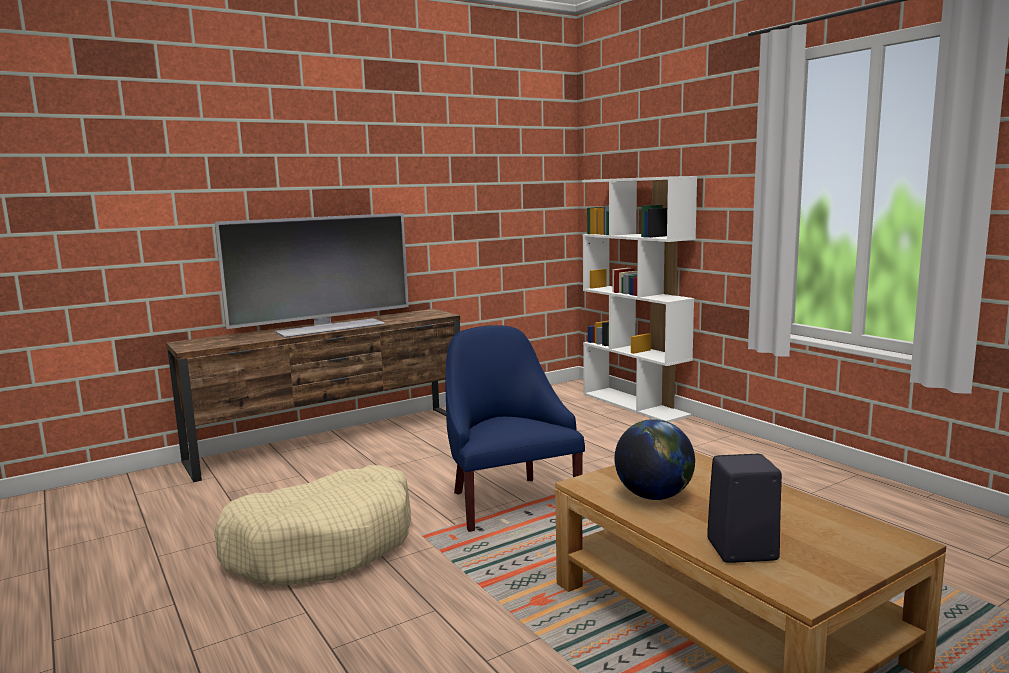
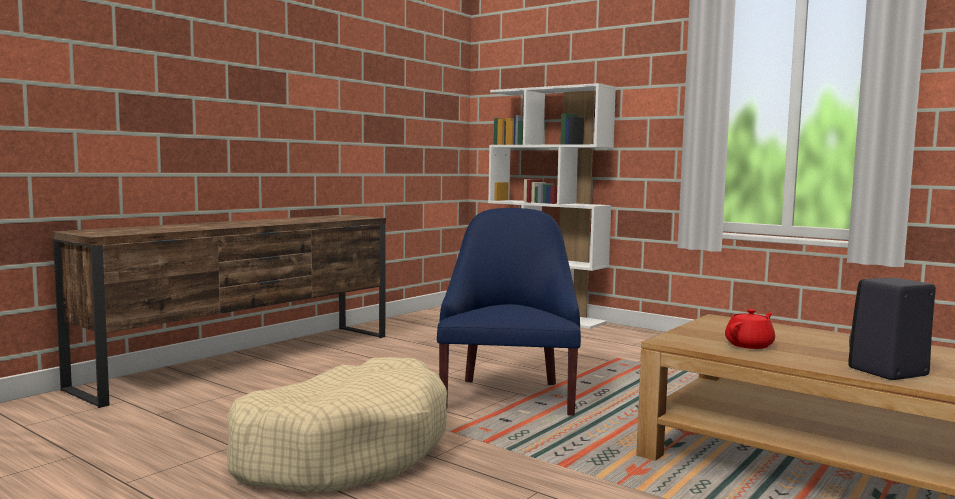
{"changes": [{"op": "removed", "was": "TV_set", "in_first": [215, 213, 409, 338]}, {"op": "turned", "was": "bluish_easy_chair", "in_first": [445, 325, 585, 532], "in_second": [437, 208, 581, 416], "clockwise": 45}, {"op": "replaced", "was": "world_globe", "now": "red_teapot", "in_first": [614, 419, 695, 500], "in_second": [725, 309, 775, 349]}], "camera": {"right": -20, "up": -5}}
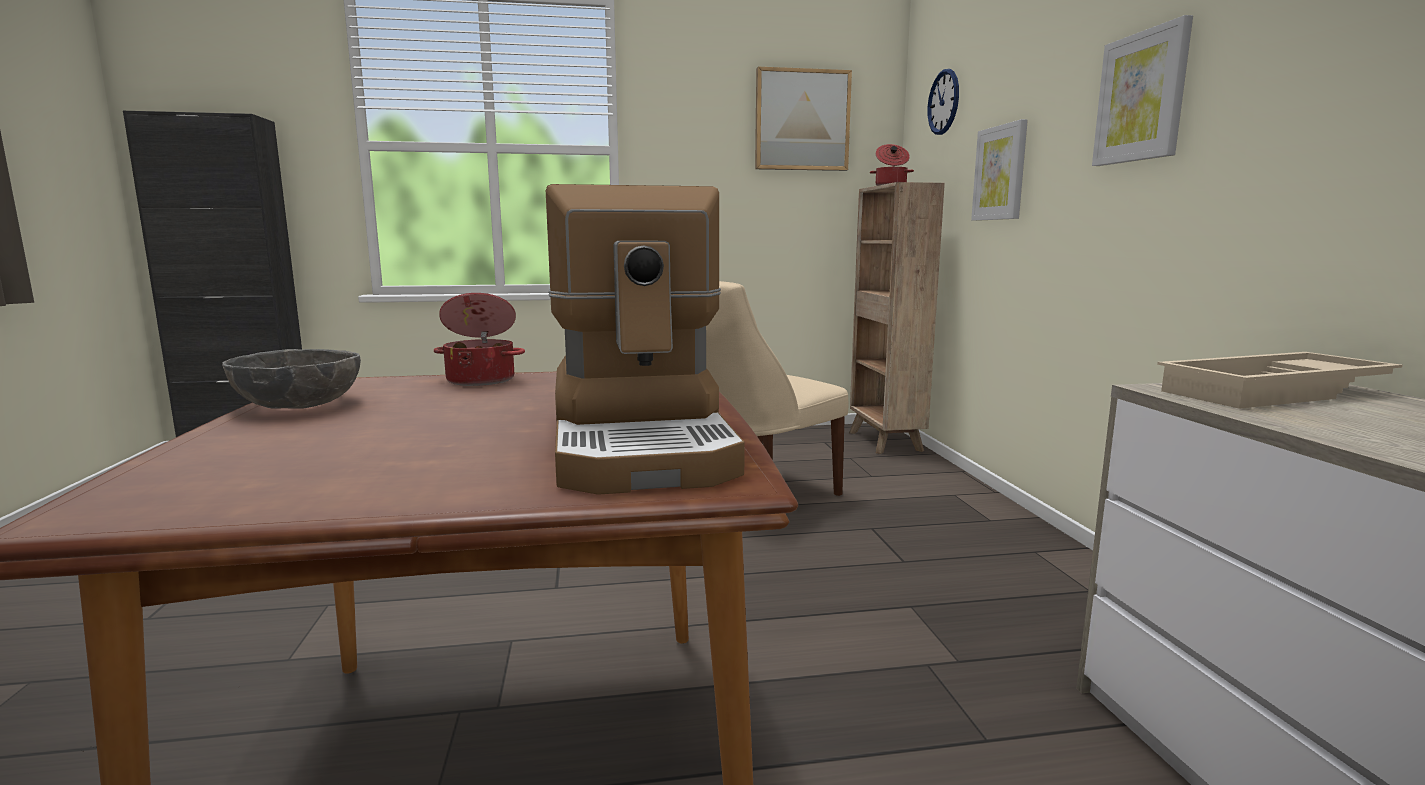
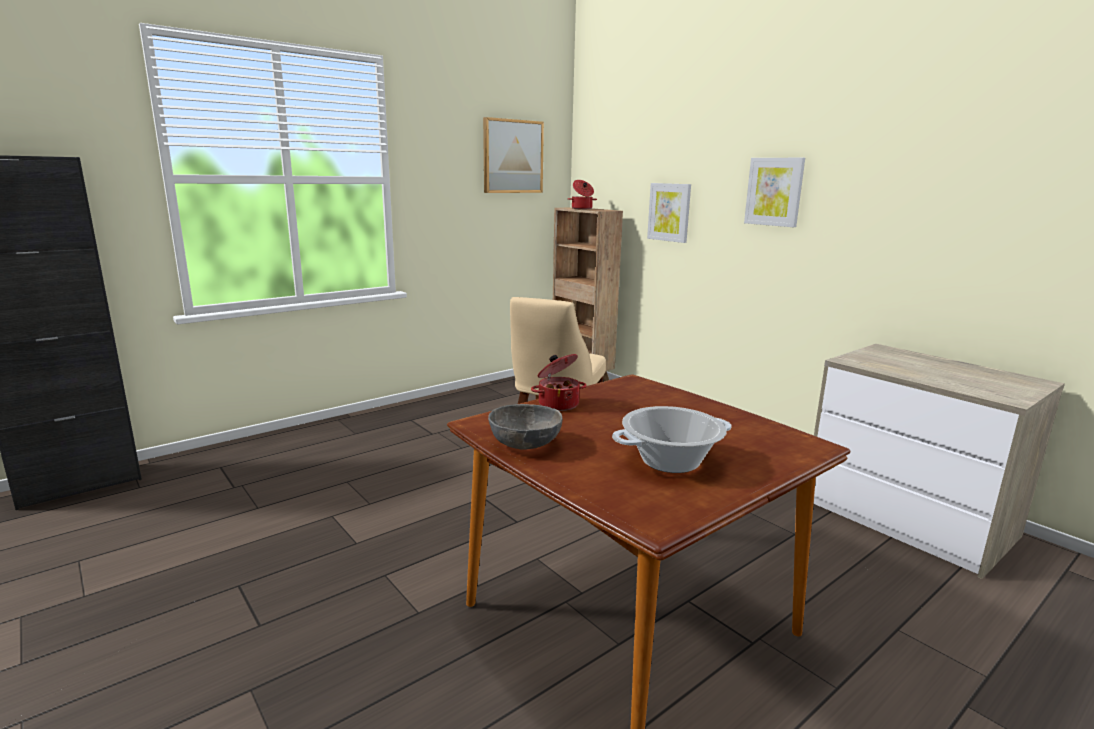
{"changes": [{"op": "removed", "was": "wall_clock", "in_first": [927, 69, 959, 135]}, {"op": "removed", "was": "coffee_machine", "in_first": [546, 184, 745, 495]}, {"op": "removed", "was": "beige-coloured_serving_tray", "in_first": [1157, 352, 1403, 409]}, {"op": "added", "now": "cooking_pot", "in_second": [612, 406, 732, 473]}], "camera": {"right": -30, "up": 5}}
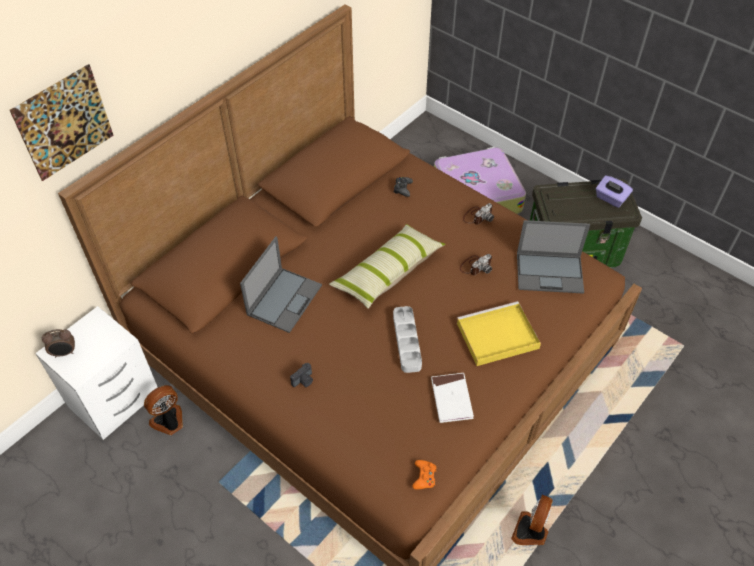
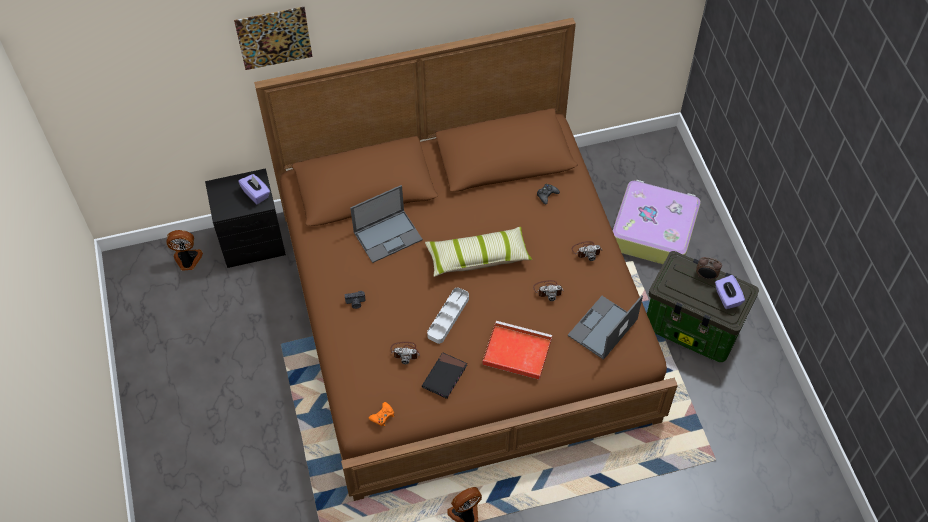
{"changes": [{"op": "turned", "was": "portable_computer", "in_first": [517, 220, 590, 294], "in_second": [568, 295, 643, 360], "clockwise": 90}, {"op": "recoloured", "was": "yellow_serving_tray", "now": "red_serving_tray", "in_first": [457, 301, 541, 366], "in_second": [483, 321, 552, 380]}, {"op": "recoloured", "was": "whitish_night_table", "now": "blackish_night_table", "in_first": [35, 306, 158, 440], "in_second": [205, 168, 286, 268]}, {"op": "moved", "was": "bedside_clock", "in_first": [42, 329, 75, 358], "in_second": [696, 257, 722, 281]}, {"op": "recoloured", "was": "whitish_volume", "now": "blackish_volume", "in_first": [431, 373, 474, 423], "in_second": [422, 352, 467, 399]}, {"op": "moved", "was": "fan", "in_first": [144, 385, 183, 435], "in_second": [166, 230, 203, 271]}, {"op": "added", "now": "purple_tissue_holder", "in_second": [238, 174, 270, 205]}, {"op": "added", "now": "photo_camera", "in_second": [391, 342, 420, 364]}], "camera": {"right": 35, "up": 5}}
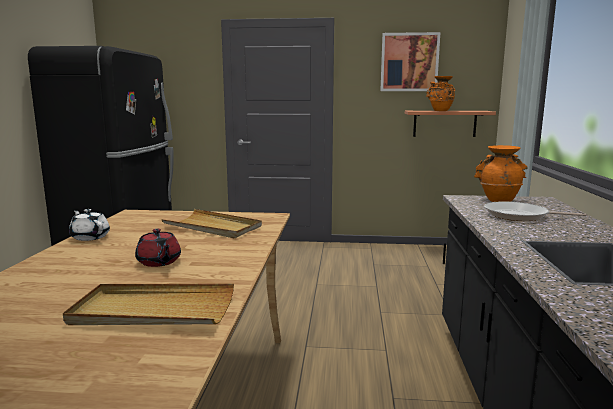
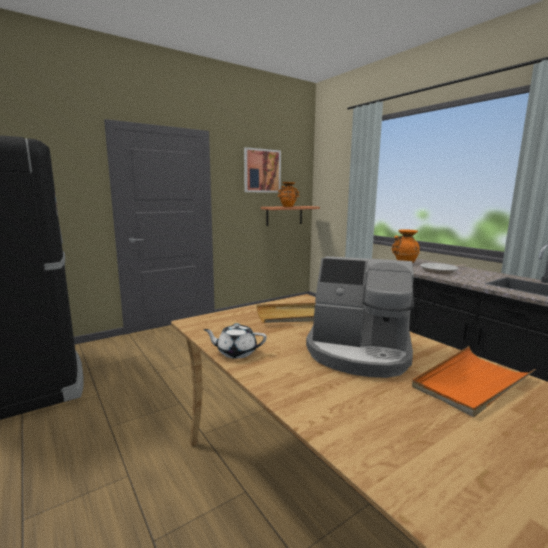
{"changes": [{"op": "replaced", "was": "red_teapot", "now": "coffee_machine", "in_first": [135, 229, 181, 267], "in_second": [306, 256, 414, 378]}, {"op": "recoloured", "was": "beige-coloured_serving_tray", "now": "orange_serving_tray", "in_first": [63, 283, 234, 325], "in_second": [412, 346, 536, 417]}], "camera": {"right": -40, "up": 0}}
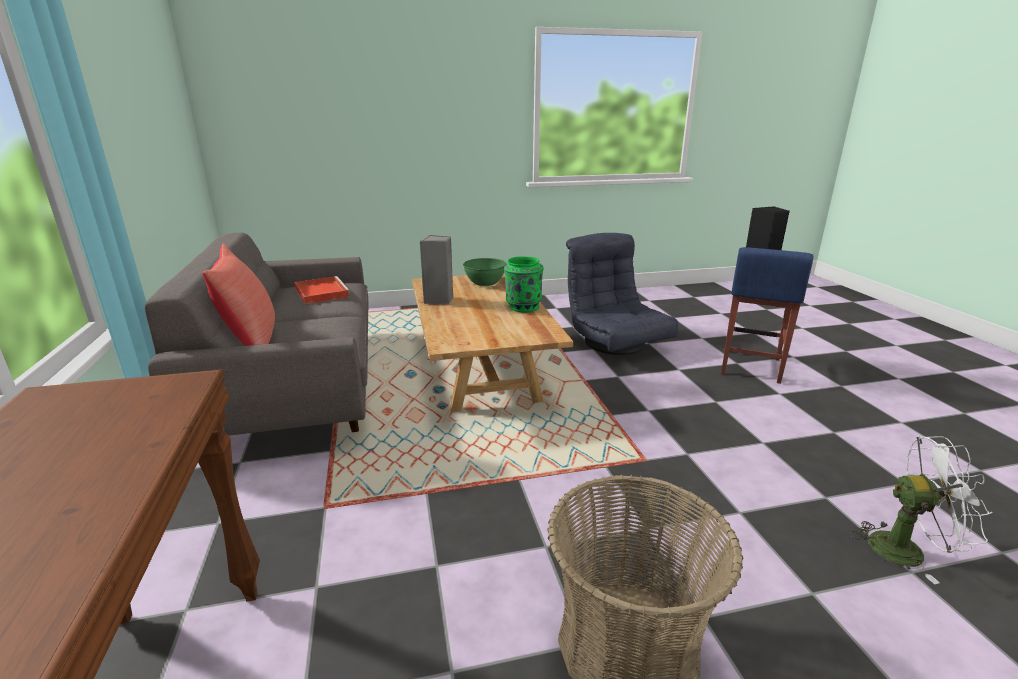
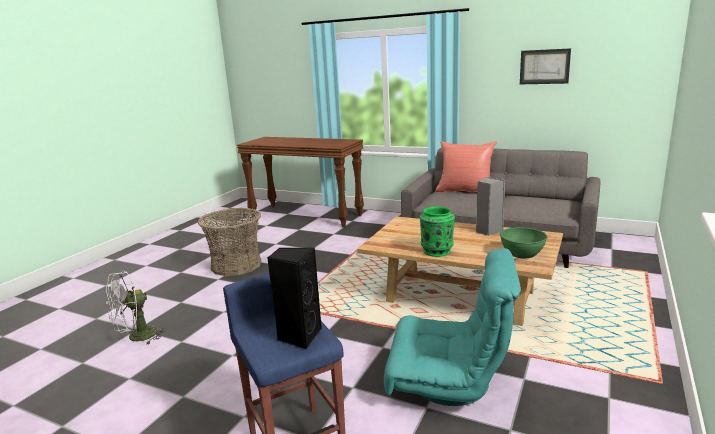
{"changes": [{"op": "recoloured", "was": "gray_easy_chair", "now": "blue-green_easy_chair", "in_first": [566, 233, 678, 355], "in_second": [384, 248, 520, 406]}, {"op": "removed", "was": "red_serving_tray", "in_first": [294, 276, 351, 304]}, {"op": "added", "now": "picture", "in_second": [520, 48, 571, 84]}], "camera": {"right": 130, "up": -5}}
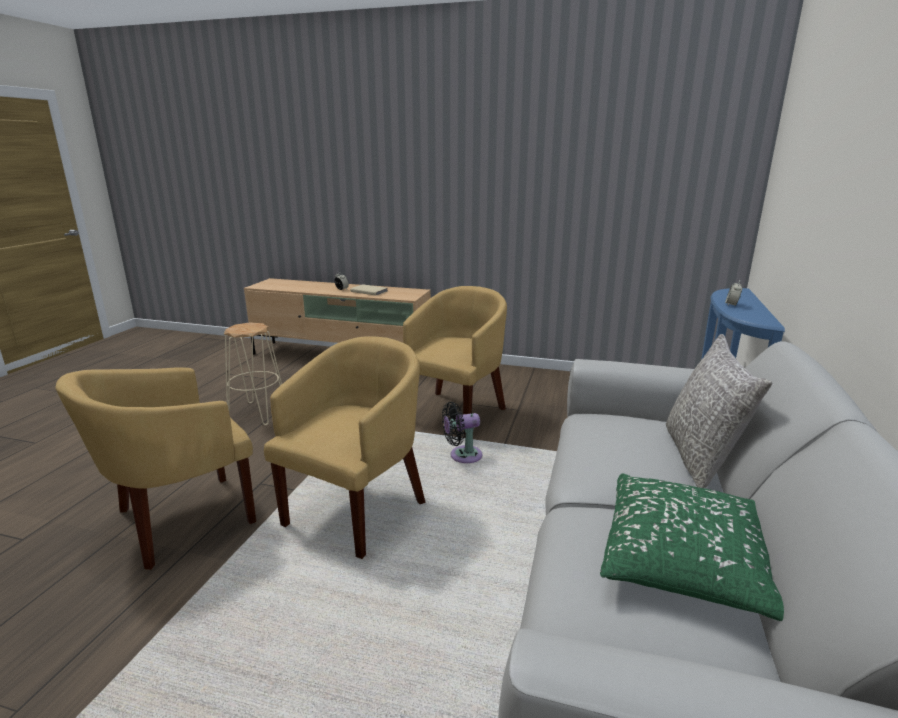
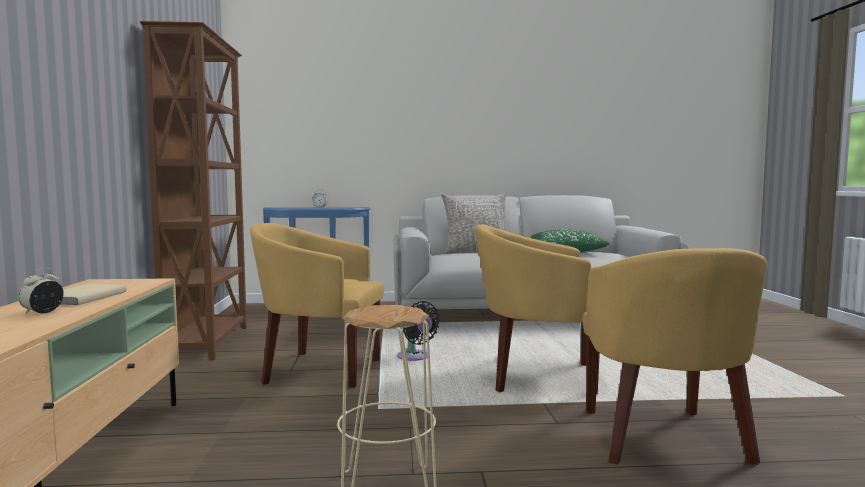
{"changes": [{"op": "turned", "was": "yellow_easy_chair", "in_first": [56, 367, 256, 570], "in_second": [583, 248, 767, 465], "clockwise": 60}, {"op": "added", "now": "brown-coloured_bookcase", "in_second": [140, 21, 247, 360]}], "camera": {"right": -110, "up": -15}}
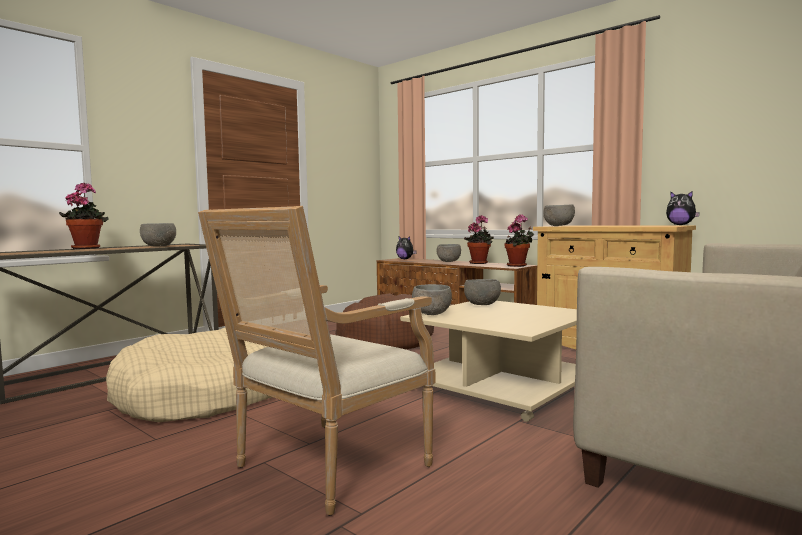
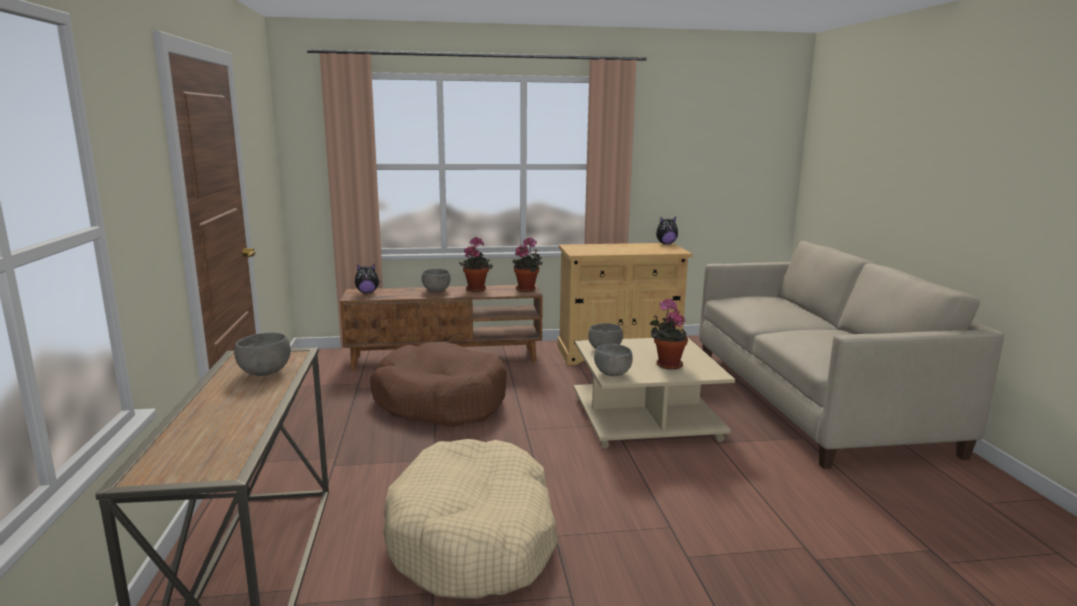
{"changes": [{"op": "moved", "was": "potted_plant", "in_first": [59, 182, 108, 249], "in_second": [650, 299, 688, 369]}, {"op": "removed", "was": "gray_deep_dish", "in_first": [543, 204, 575, 226]}, {"op": "removed", "was": "easy_chair", "in_first": [198, 206, 435, 516]}], "camera": {"right": -50, "up": 10}}
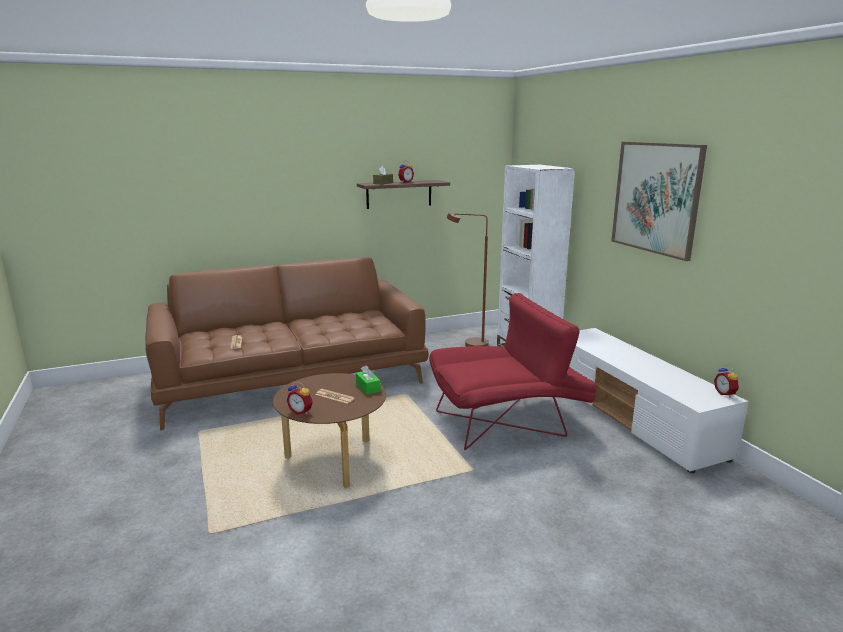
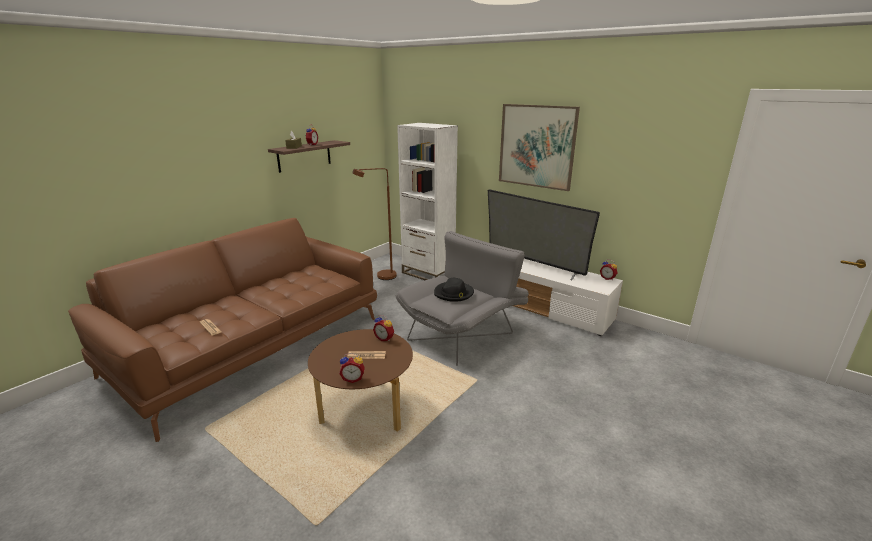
{"changes": [{"op": "recoloured", "was": "red_easy_chair", "now": "gray_easy_chair", "in_first": [429, 293, 597, 450], "in_second": [396, 231, 529, 366]}, {"op": "replaced", "was": "green_tissue_holder", "now": "bedside_clock", "in_first": [356, 365, 381, 394], "in_second": [373, 315, 394, 342]}, {"op": "added", "now": "TV_set", "in_second": [488, 189, 600, 280]}, {"op": "added", "now": "blackish_clothing_hat", "in_second": [434, 278, 474, 302]}], "camera": {"right": -30, "up": 5}}
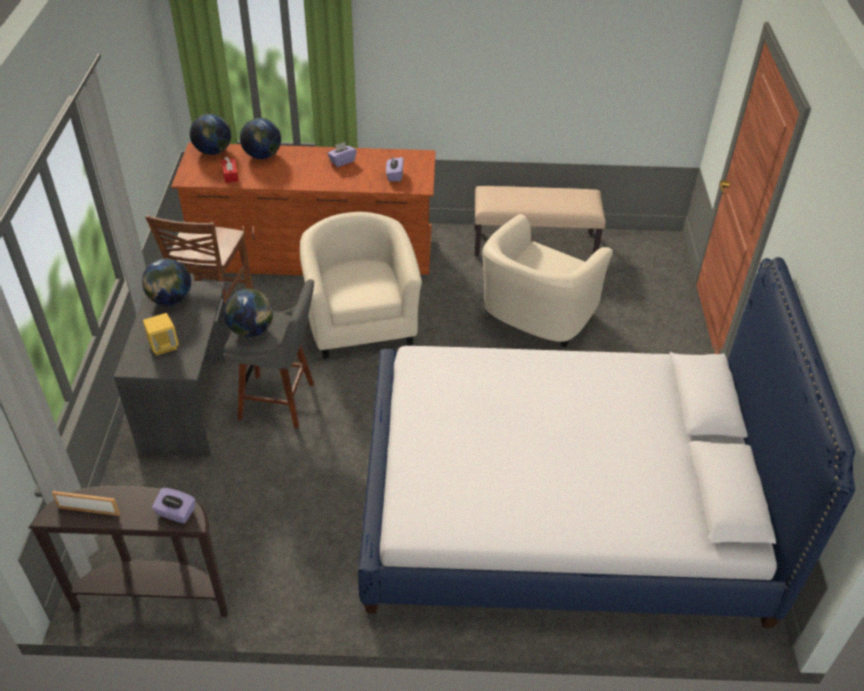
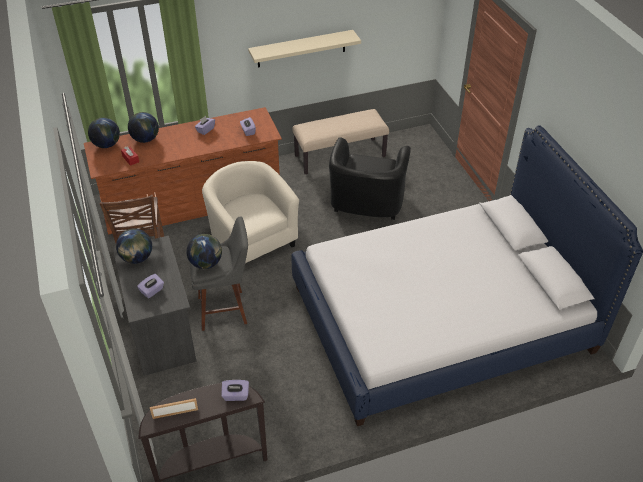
{"changes": [{"op": "recoloured", "was": "beige-coloured_easy_chair", "now": "blackish_easy_chair", "in_first": [482, 214, 613, 348], "in_second": [329, 137, 411, 220]}, {"op": "replaced", "was": "yellow_loudspeaker", "now": "purple_tissue_holder", "in_first": [143, 313, 179, 356], "in_second": [137, 274, 164, 298]}, {"op": "added", "now": "beige-coloured_wall_shelf", "in_second": [248, 30, 361, 68]}], "camera": {"right": -20, "up": 0}}
